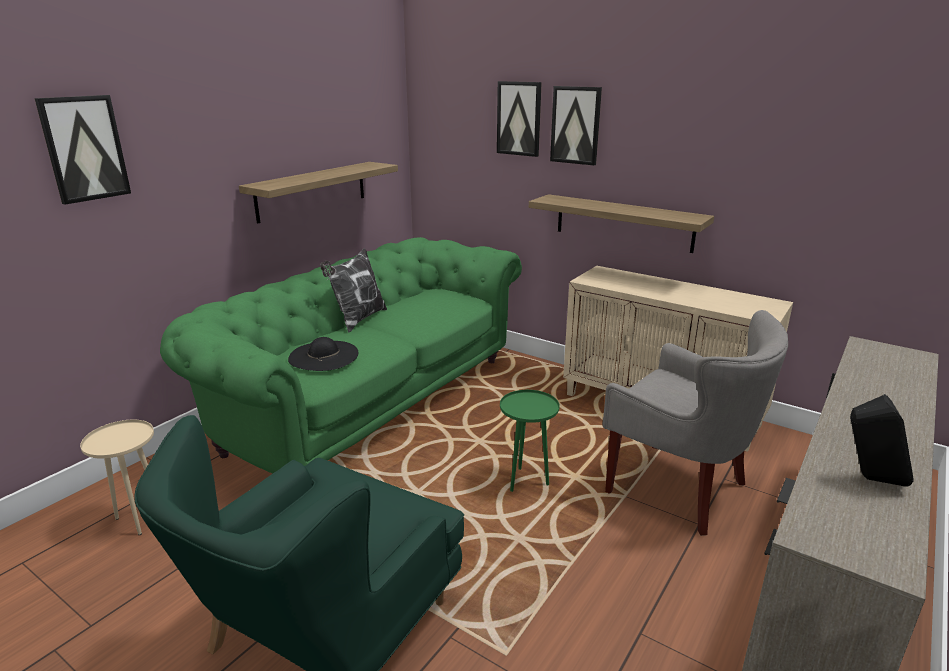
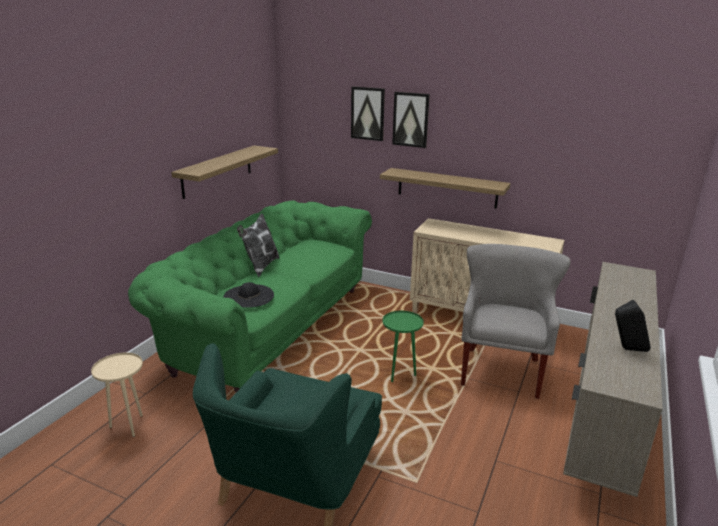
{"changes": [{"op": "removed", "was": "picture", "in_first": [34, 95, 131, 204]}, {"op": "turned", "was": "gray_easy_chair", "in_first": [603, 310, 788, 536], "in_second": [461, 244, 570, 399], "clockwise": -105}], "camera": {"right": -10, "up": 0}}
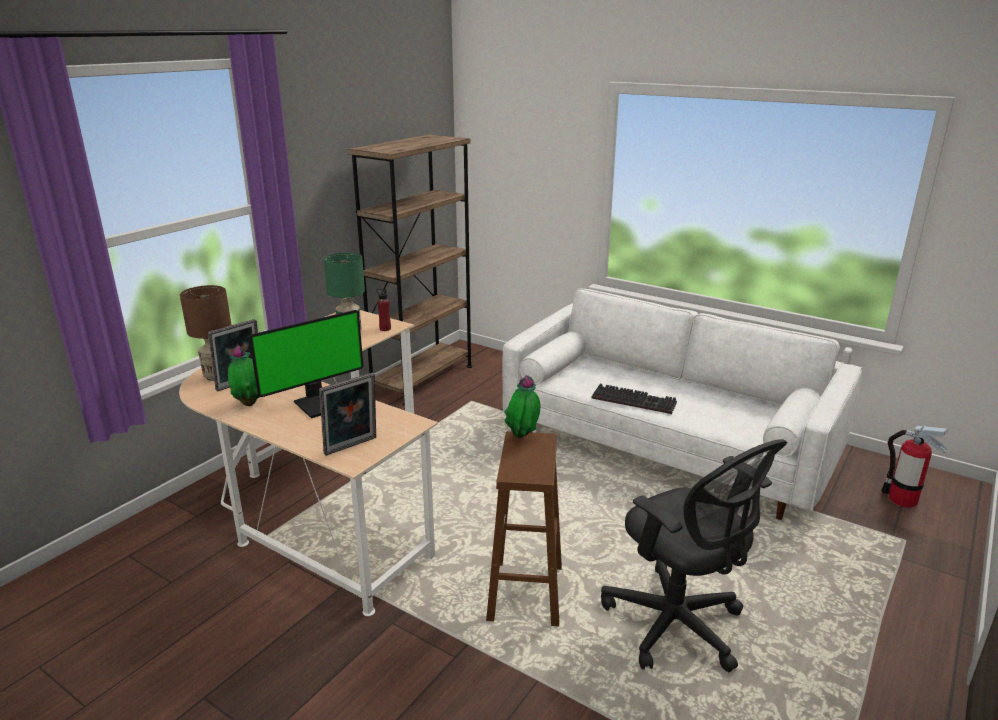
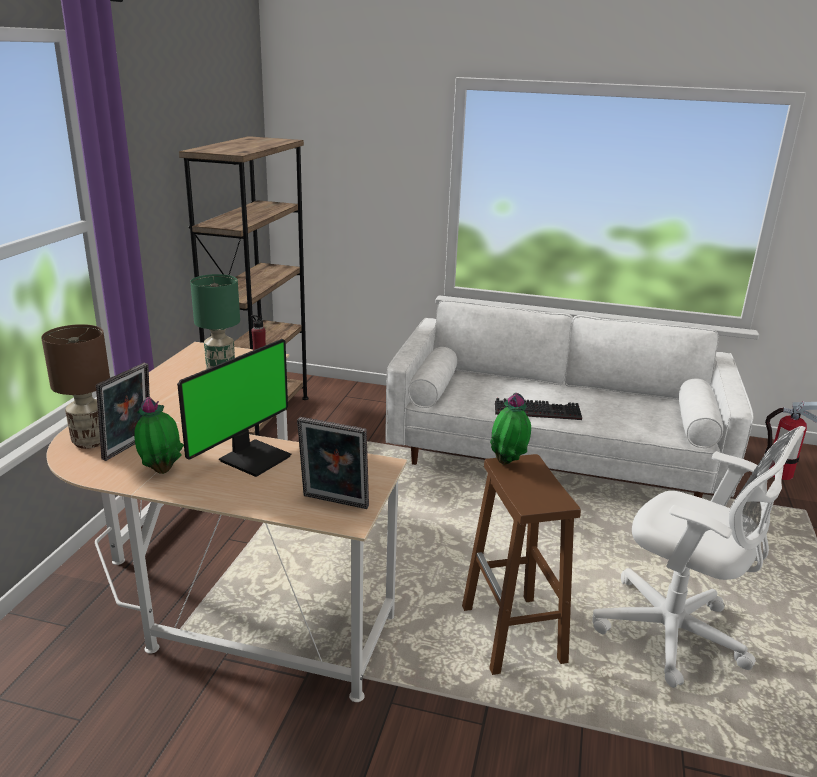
{"changes": [{"op": "turned", "was": "picture_frame", "in_first": [319, 373, 376, 456], "in_second": [297, 417, 369, 509], "clockwise": 75}, {"op": "recoloured", "was": "blackish_computer_chair", "now": "whitish_computer_chair", "in_first": [601, 439, 788, 672], "in_second": [592, 426, 805, 688]}], "camera": {"right": -20, "up": 0}}
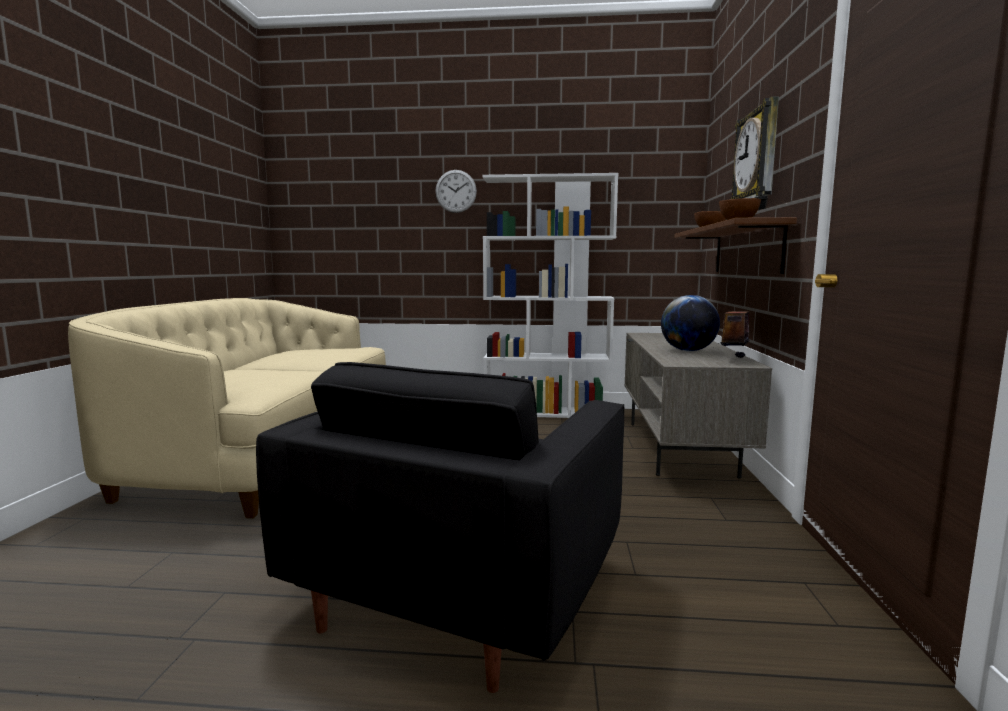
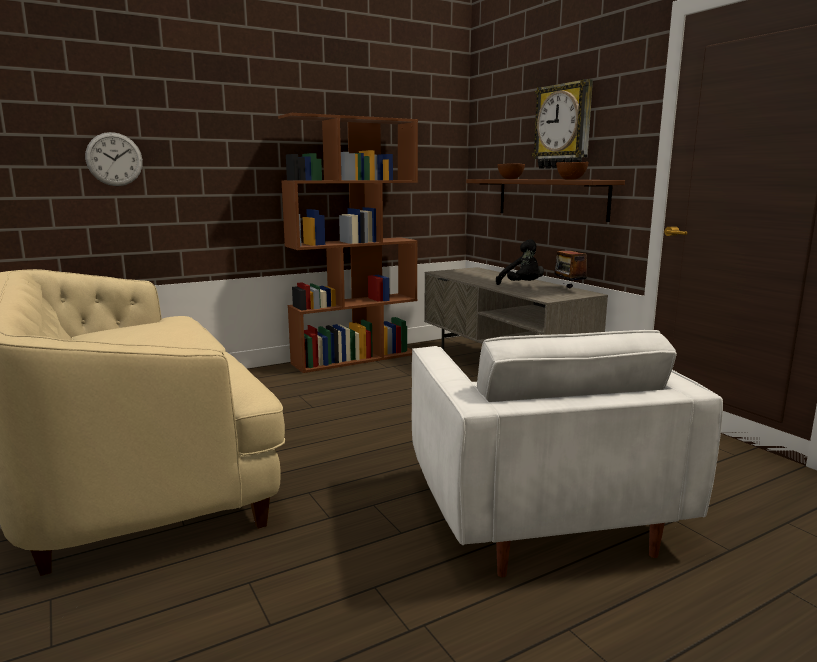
{"changes": [{"op": "moved", "was": "wall_clock", "in_first": [435, 170, 477, 213], "in_second": [85, 132, 143, 186]}, {"op": "recoloured", "was": "whitish_bookcase", "now": "brown-coloured_bookcase", "in_first": [482, 173, 618, 418], "in_second": [278, 113, 418, 373]}, {"op": "replaced", "was": "world_globe", "now": "blackish_soft_toy", "in_first": [661, 295, 720, 351], "in_second": [496, 239, 544, 285]}, {"op": "recoloured", "was": "blackish_easy_chair", "now": "whitish_easy_chair", "in_first": [256, 362, 624, 693], "in_second": [412, 330, 723, 577]}], "camera": {"right": -35, "up": 5}}
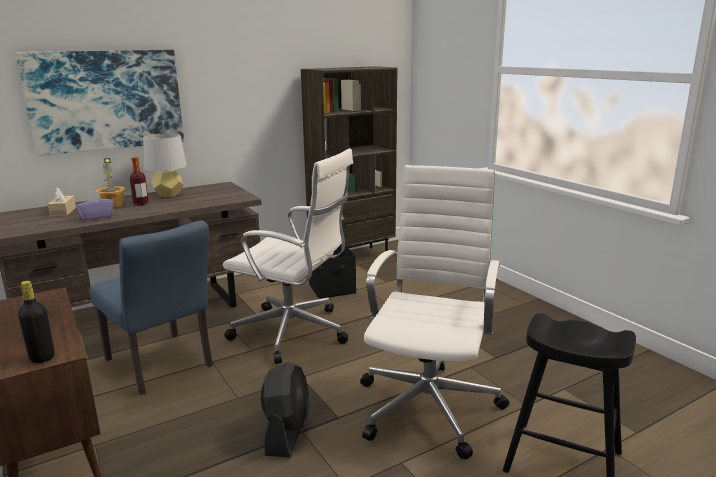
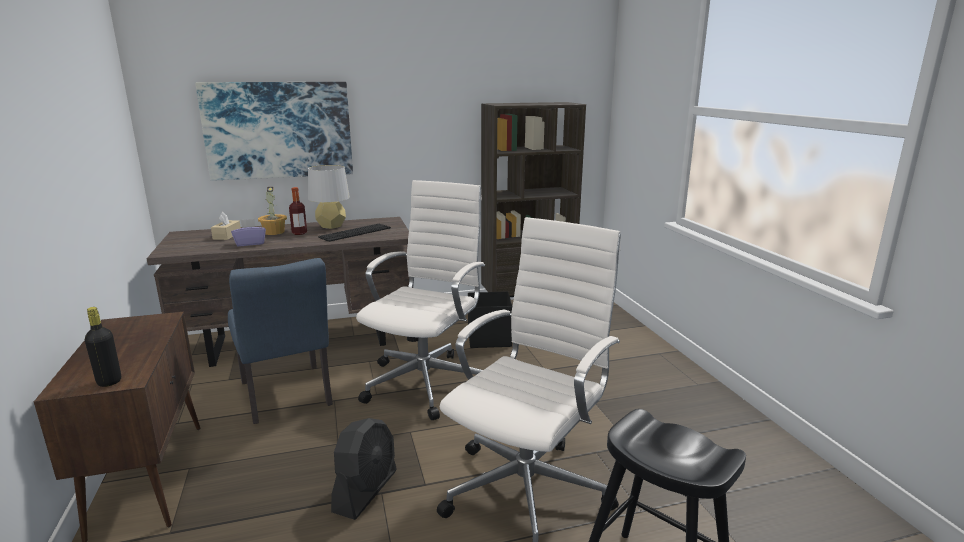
{"changes": [{"op": "turned", "was": "whitish_computer_chair", "in_first": [223, 149, 353, 364], "in_second": [356, 180, 485, 420], "clockwise": -105}, {"op": "added", "now": "PC_keyboard", "in_second": [318, 224, 391, 242]}], "camera": {"right": 15, "up": 0}}
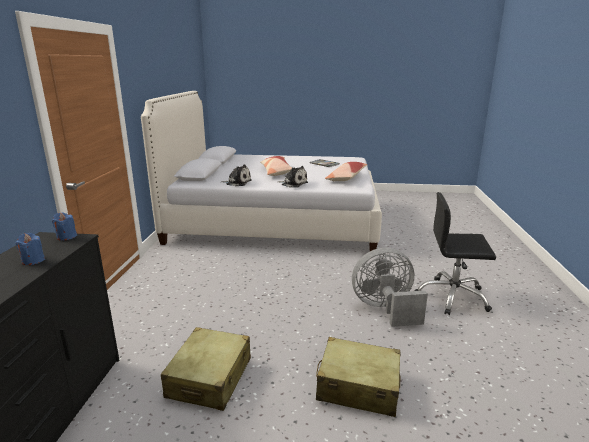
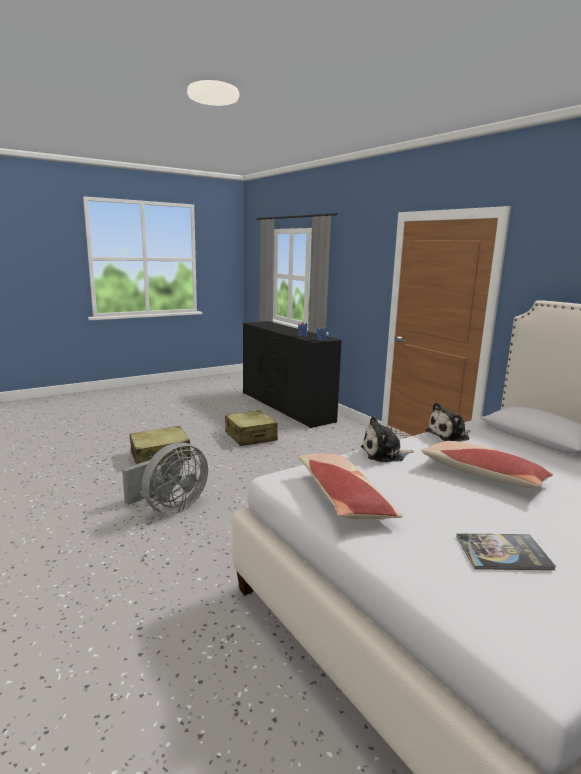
{"changes": [{"op": "removed", "was": "blackish_computer_chair", "in_first": [415, 192, 496, 315]}], "camera": {"right": 140, "up": -5}}
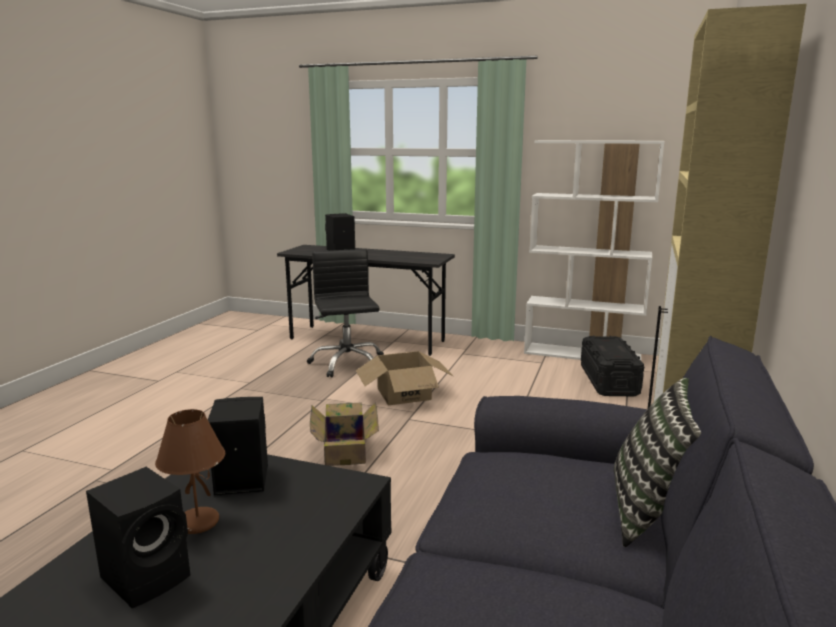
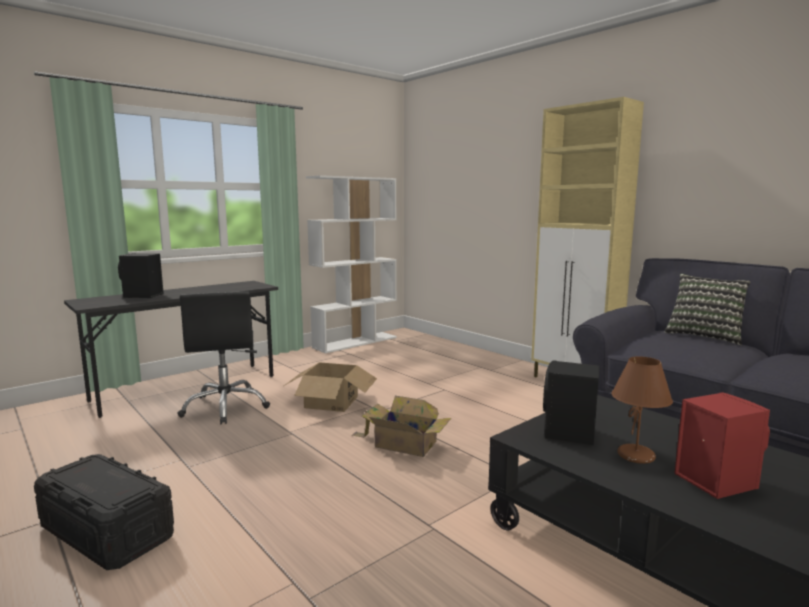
{"changes": [{"op": "turned", "was": "blackish_computer_chair", "in_first": [307, 249, 384, 378], "in_second": [177, 292, 270, 425], "clockwise": -120}, {"op": "moved", "was": "blackish_storage_box", "in_first": [581, 335, 644, 396], "in_second": [34, 454, 174, 570]}, {"op": "recoloured", "was": "blackish_loudspeaker", "now": "red_loudspeaker", "in_first": [86, 467, 190, 608], "in_second": [674, 392, 770, 499]}], "camera": {"right": -60, "up": -5}}
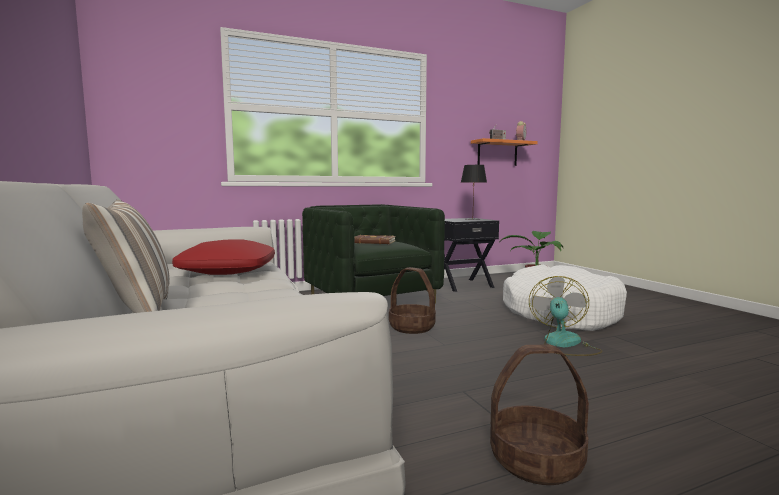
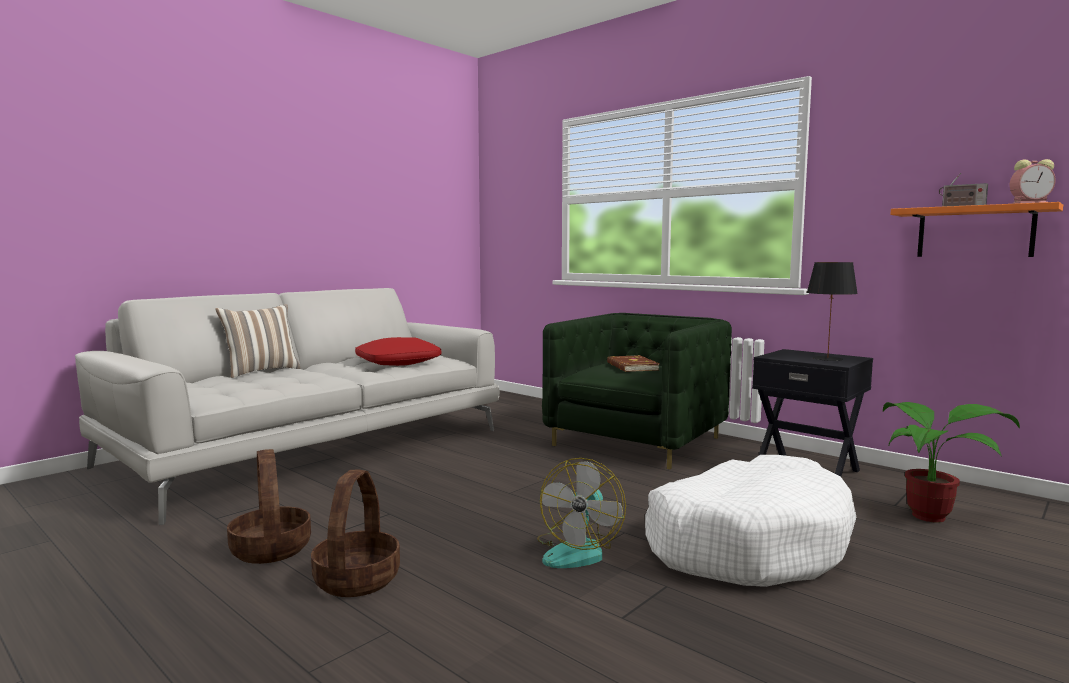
{"changes": [{"op": "moved", "was": "household_basket", "in_first": [389, 267, 436, 334], "in_second": [311, 469, 400, 597]}, {"op": "turned", "was": "fan", "in_first": [529, 276, 603, 356], "in_second": [537, 458, 626, 568], "clockwise": 120}], "camera": {"right": 65, "up": 0}}
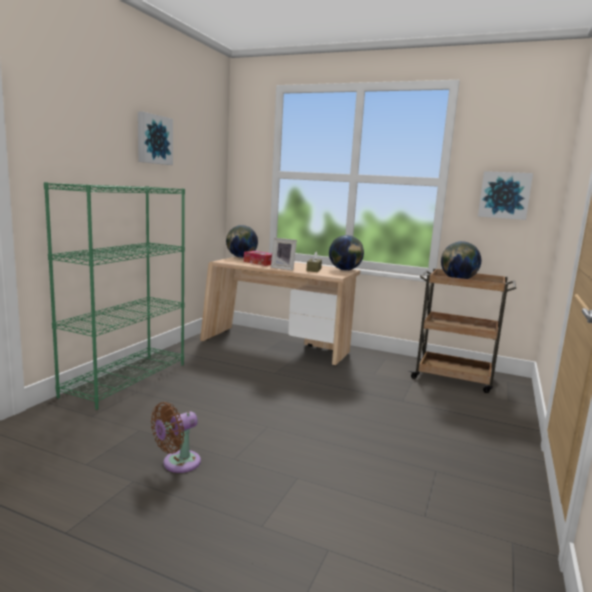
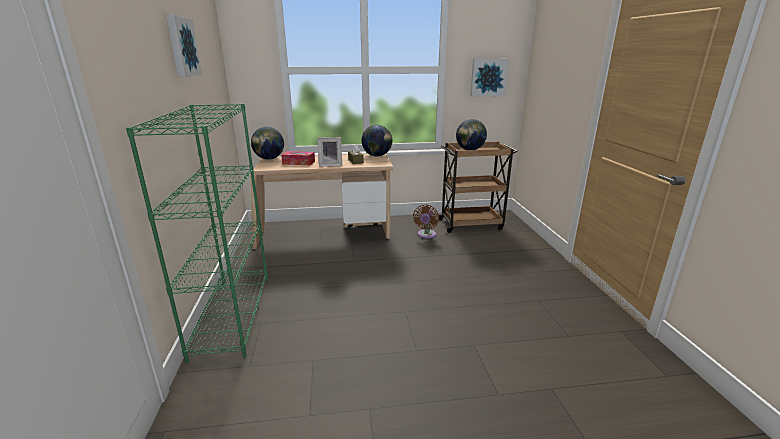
{"changes": [{"op": "moved", "was": "brown-coloured_fan", "in_first": [151, 402, 201, 473], "in_second": [413, 205, 439, 239]}], "camera": {"right": -30, "up": 10}}
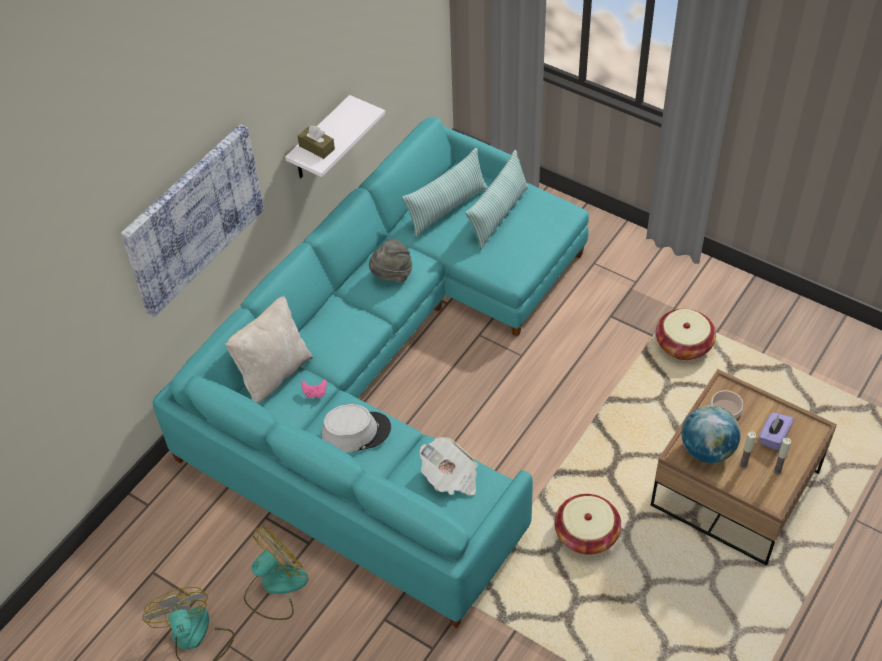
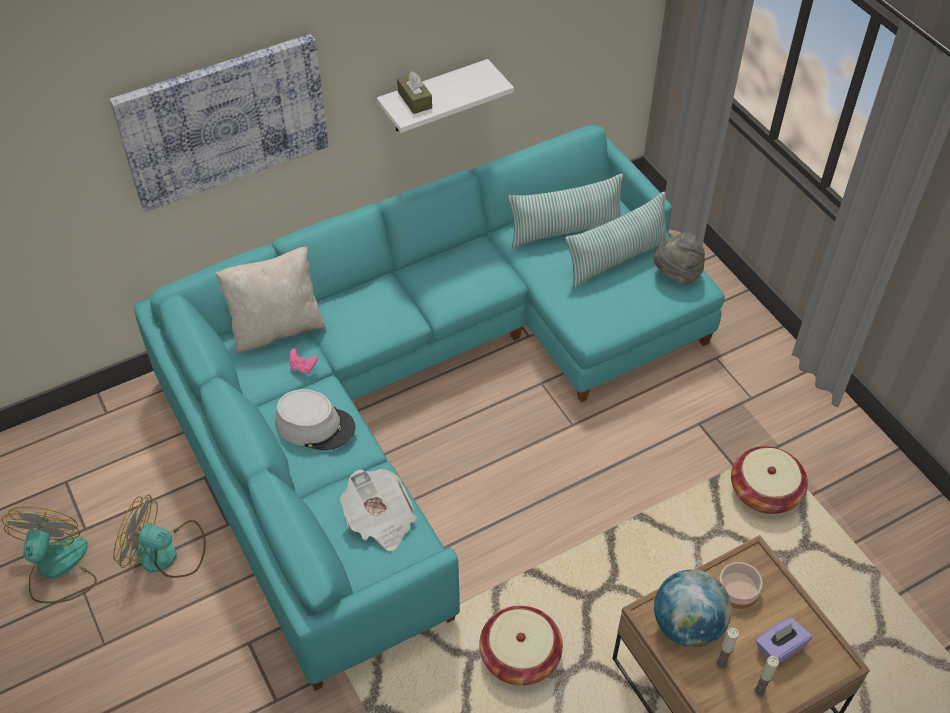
{"changes": [{"op": "moved", "was": "gray_clothing_hat", "in_first": [369, 239, 412, 282], "in_second": [654, 232, 705, 285]}, {"op": "turned", "was": "fan", "in_first": [244, 525, 309, 620], "in_second": [113, 495, 206, 578], "clockwise": -150}], "camera": {"right": 25, "up": 0}}
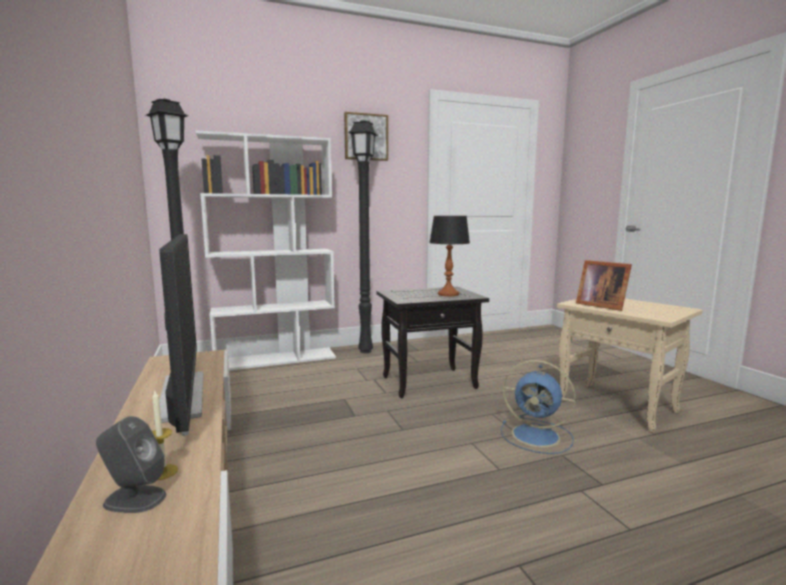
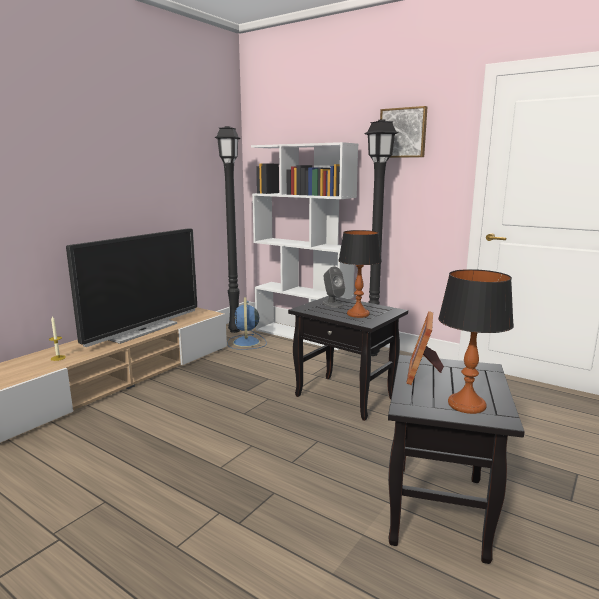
{"changes": [{"op": "recoloured", "was": "beige-coloured_accent_table", "now": "blackish_accent_table", "in_first": [557, 299, 703, 433], "in_second": [388, 355, 525, 564]}, {"op": "moved", "was": "bluish_fan", "in_first": [501, 360, 576, 454], "in_second": [227, 297, 267, 350]}, {"op": "moved", "was": "gray_loudspeaker", "in_first": [96, 416, 166, 513], "in_second": [322, 267, 345, 308]}, {"op": "added", "now": "table_lamp", "in_second": [438, 269, 514, 414]}], "camera": {"right": 55, "up": 5}}
